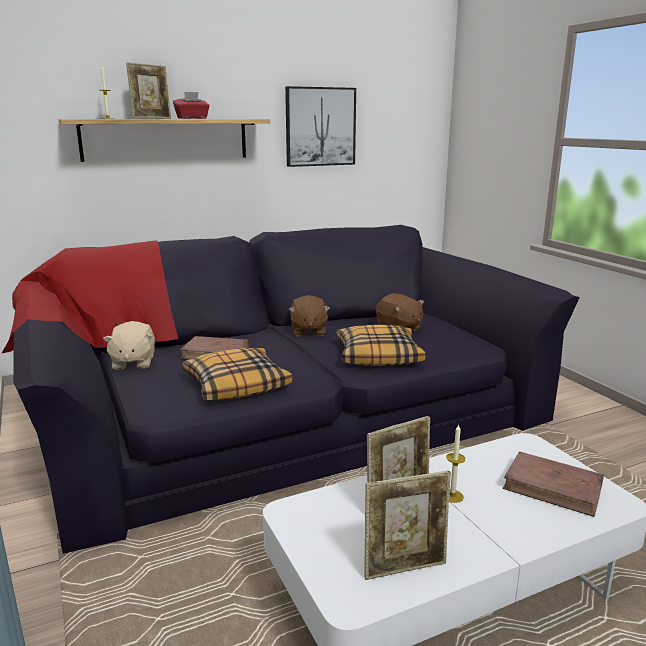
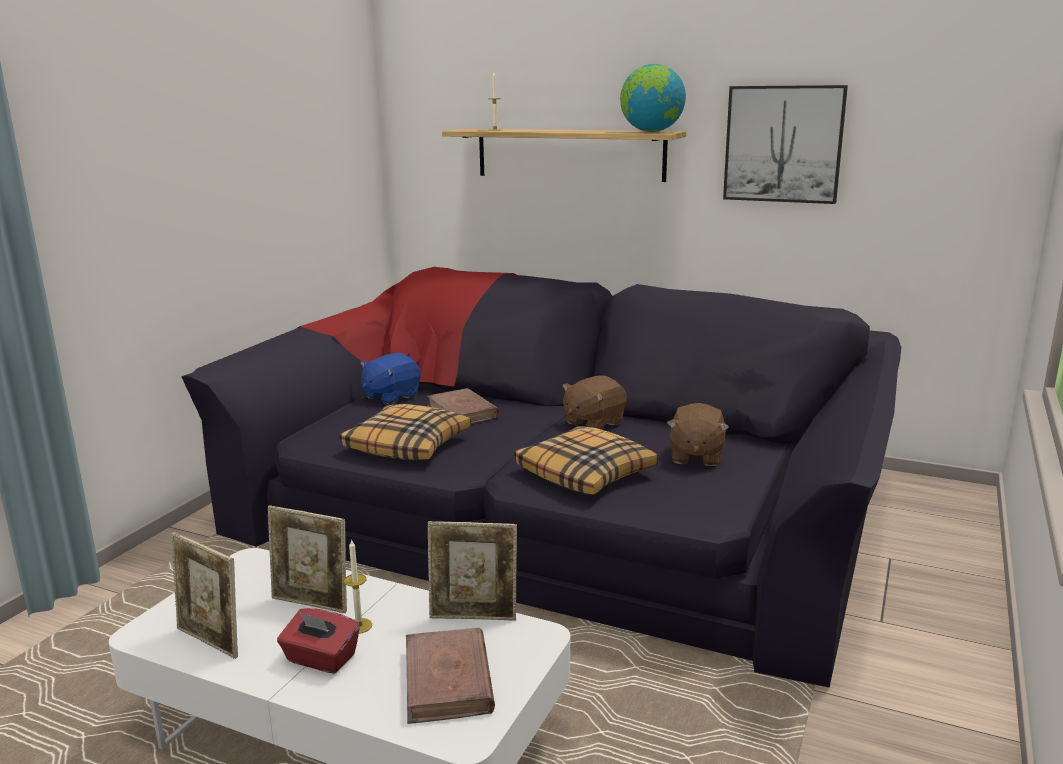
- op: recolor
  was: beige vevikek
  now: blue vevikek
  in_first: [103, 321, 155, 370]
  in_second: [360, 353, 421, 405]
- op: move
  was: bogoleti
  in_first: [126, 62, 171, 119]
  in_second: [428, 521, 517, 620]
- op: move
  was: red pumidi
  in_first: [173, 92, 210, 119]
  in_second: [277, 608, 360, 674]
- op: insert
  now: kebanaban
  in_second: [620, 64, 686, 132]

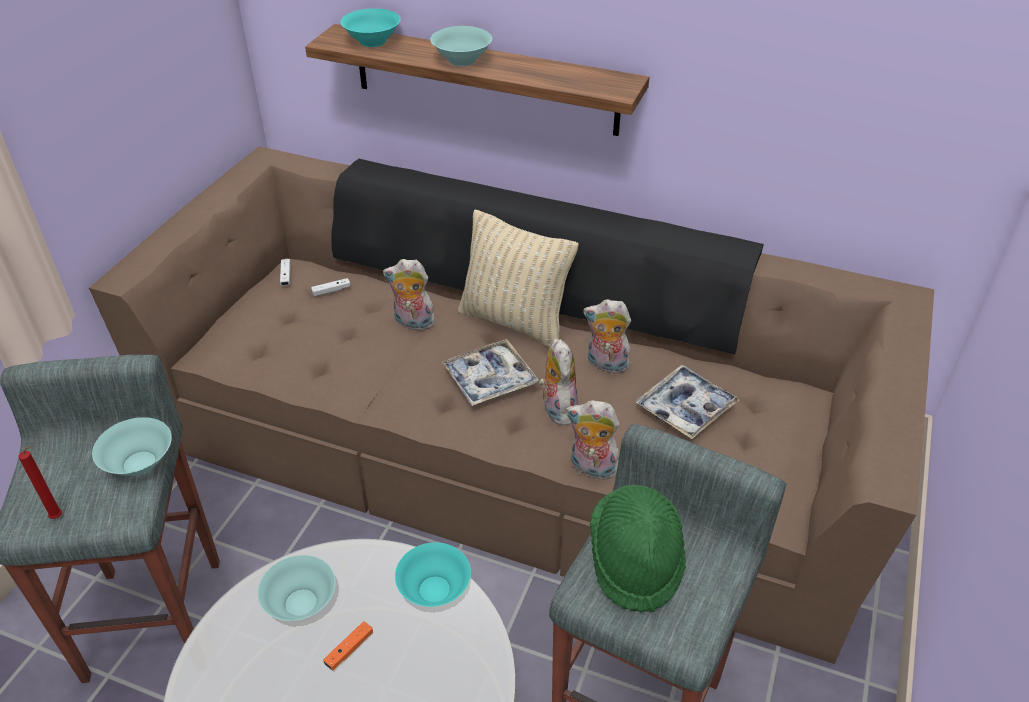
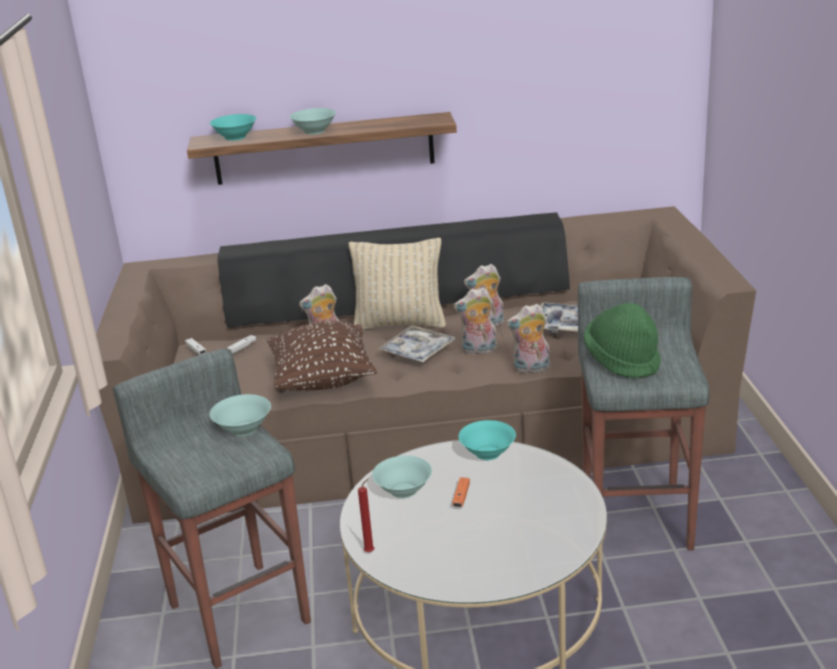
- op: move
  was: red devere
  in_first: [18, 445, 62, 519]
  in_second: [358, 478, 374, 552]
- op: rotate
  was: vevikek
  in_first: [539, 338, 578, 425]
  in_second: [454, 287, 497, 355]
  clockwise: -60
- op: insert
  now: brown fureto
  in_second: [267, 321, 377, 390]

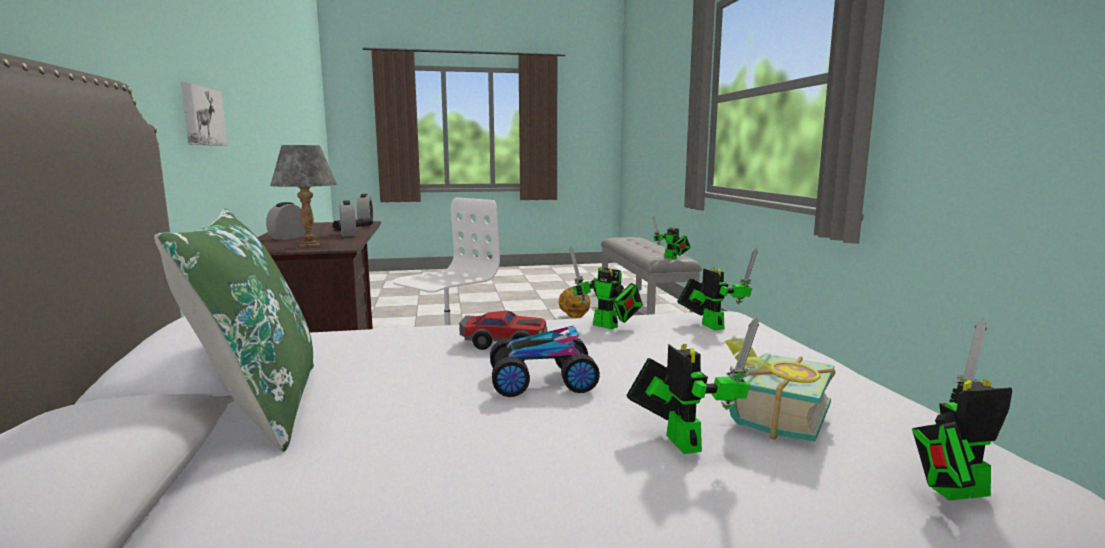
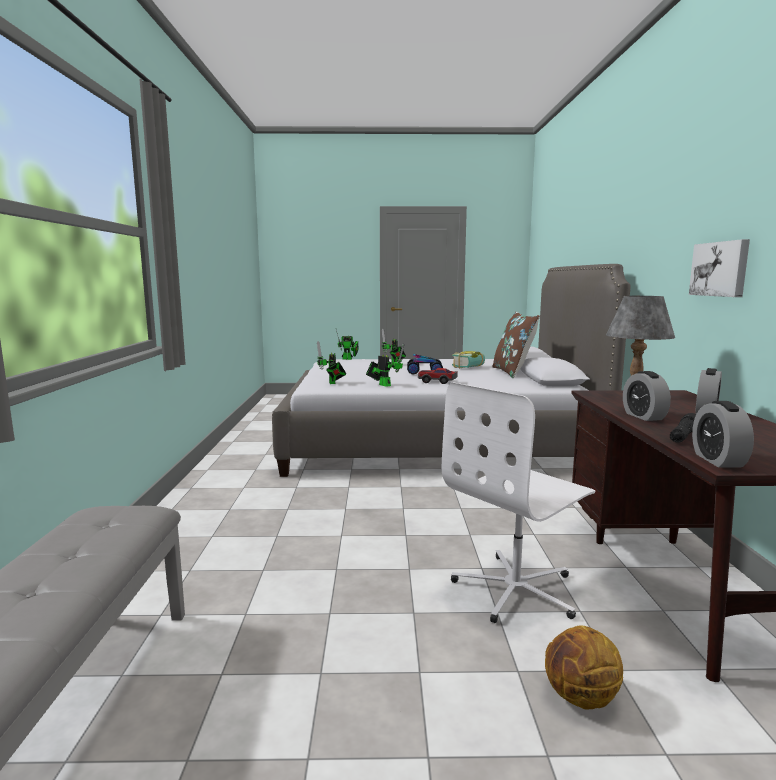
- op: recolor
  was: green fureto
  now: brown fureto
  in_first: [154, 209, 314, 452]
  in_second: [492, 311, 540, 378]
- op: move
  was: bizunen
  in_first: [559, 287, 590, 319]
  in_second: [545, 626, 623, 709]
- op: delete
  was: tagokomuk
  in_first: [653, 215, 691, 259]
- op: move
  was: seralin
  in_first: [724, 338, 836, 442]
  in_second: [452, 351, 485, 368]

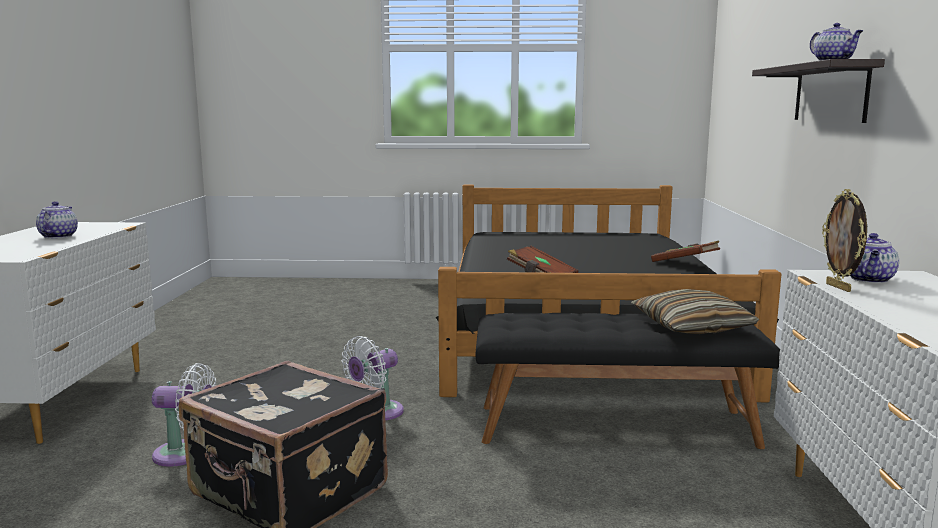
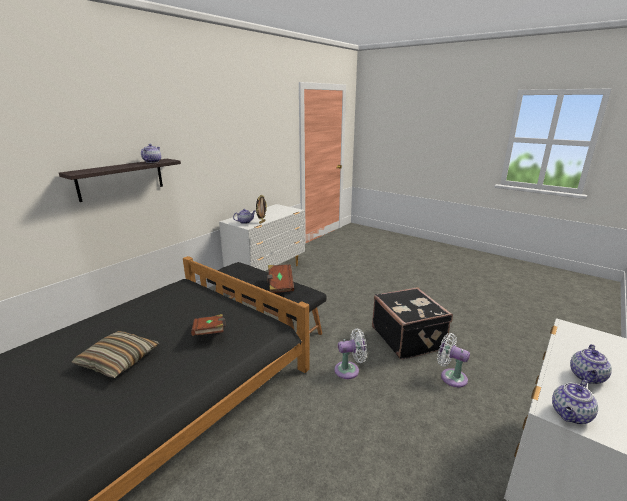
- op: move
  was: fureto
  in_first: [631, 289, 759, 334]
  in_second: [71, 331, 159, 378]
- op: move
  was: brown seralin
  in_first: [651, 241, 720, 262]
  in_second: [267, 264, 294, 293]
- op: insert
  now: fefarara
  in_second: [552, 379, 598, 424]

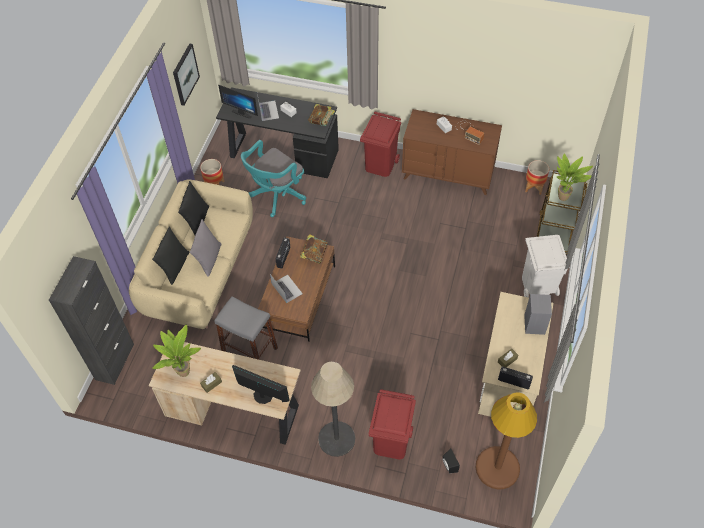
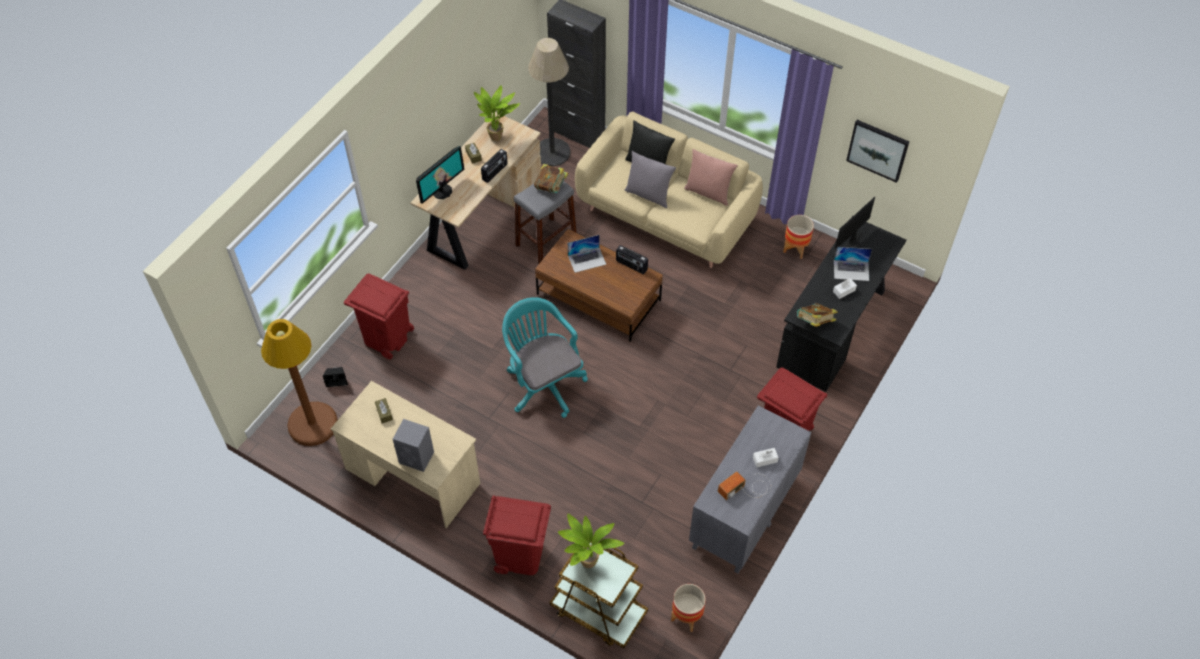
- op: recolor
  was: black fureto
  now: pink fureto
  in_first: [178, 181, 209, 235]
  in_second: [684, 149, 738, 206]
- op: move
  was: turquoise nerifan
  in_first: [241, 140, 306, 217]
  in_second: [502, 297, 588, 418]
- op: move
  was: seralin
  in_first: [300, 234, 328, 264]
  in_second: [534, 164, 568, 193]
- op: move
  was: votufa
  in_first: [311, 362, 355, 457]
  in_second: [528, 38, 571, 166]
- op: recolor
  was: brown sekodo
  now: grey sekodo
  in_first: [402, 109, 502, 195]
  in_second: [689, 405, 811, 573]
- op: move
  was: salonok
  in_first: [498, 367, 533, 389]
  in_second: [481, 149, 508, 183]
- op: recolor
  was: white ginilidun
  now: red ginilidun
  in_first: [522, 235, 570, 298]
  in_second: [483, 495, 551, 575]

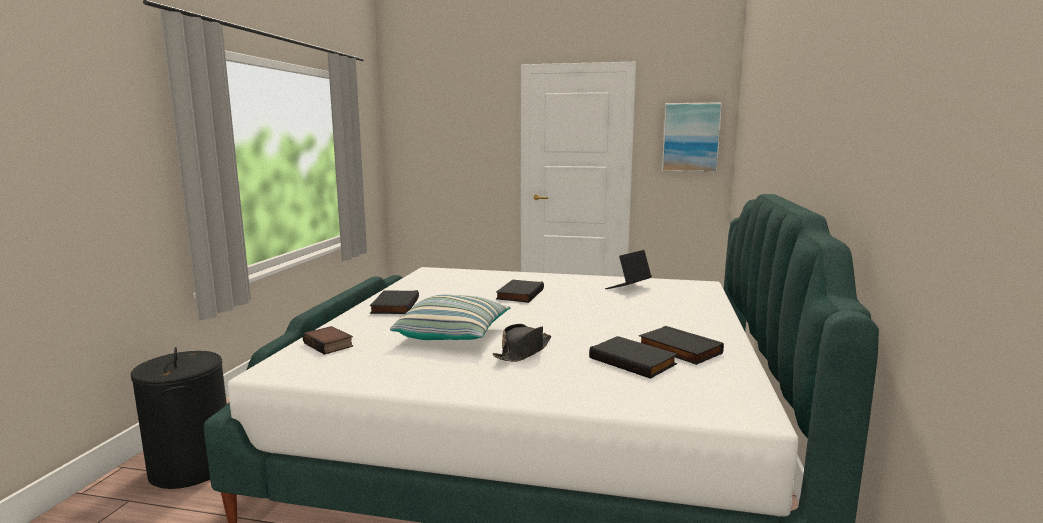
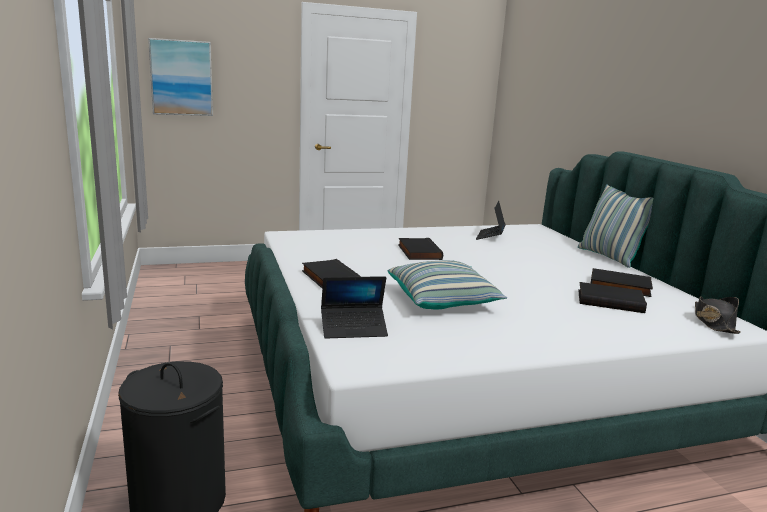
- op: replace
  was: seralin
  now: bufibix
  in_first: [303, 326, 353, 355]
  in_second: [321, 276, 388, 339]
- op: move
  was: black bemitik
  in_first: [493, 324, 551, 362]
  in_second: [695, 296, 741, 334]
- op: move
  was: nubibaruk
  in_first: [662, 102, 722, 172]
  in_second: [148, 38, 213, 116]
- op: insert
  now: fureto
  in_second: [578, 184, 653, 268]

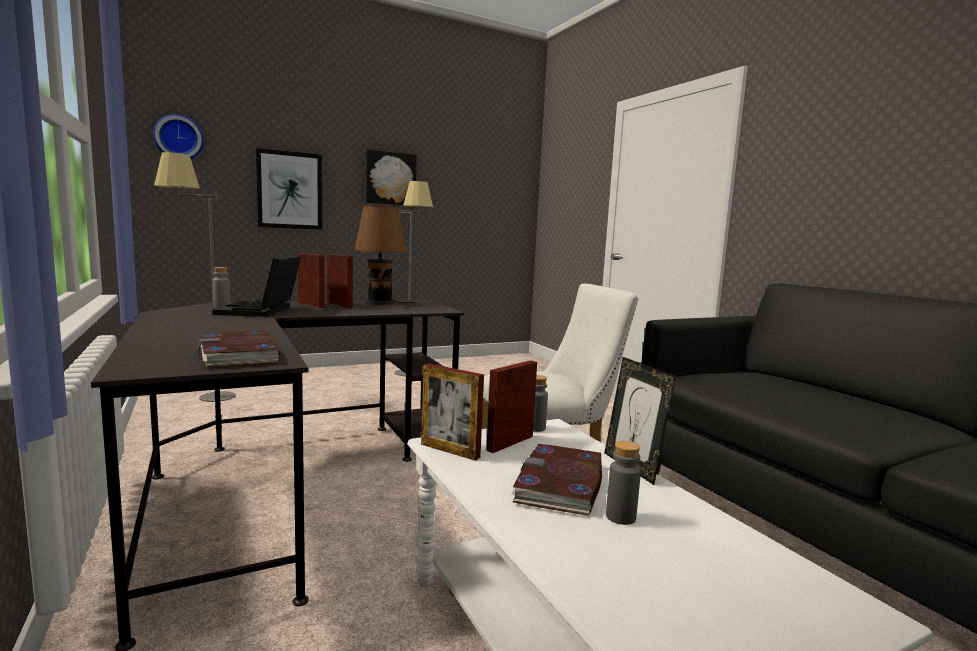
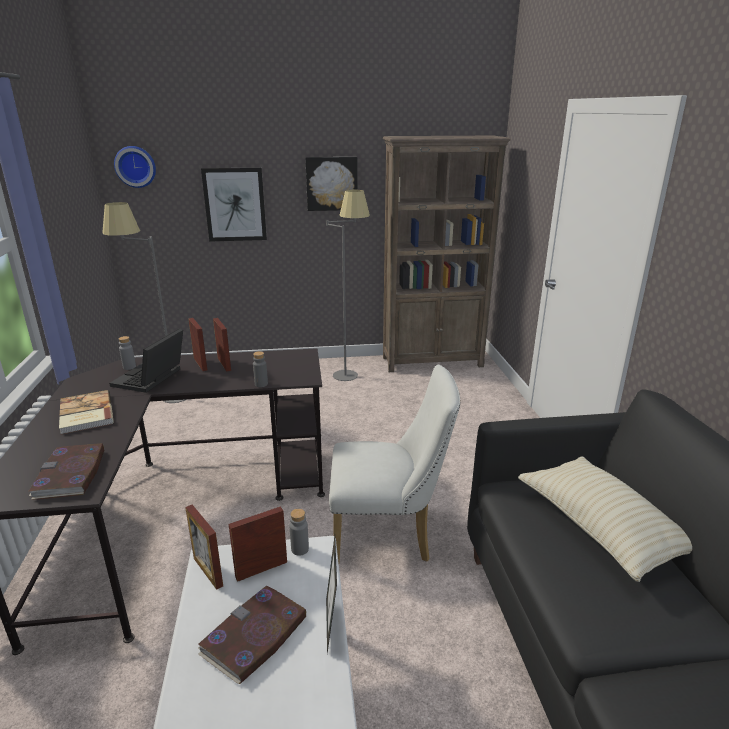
- op: delete
  was: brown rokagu
  in_first: [354, 205, 421, 309]
- op: move
  was: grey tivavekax
  in_first: [606, 441, 641, 525]
  in_second: [253, 351, 268, 387]
- op: insert
  now: seralin
  in_second: [59, 390, 114, 434]
- op: insert
  now: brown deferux
  in_second: [383, 136, 511, 372]
- op: insert
  now: beige fureto
  in_second: [518, 457, 692, 582]

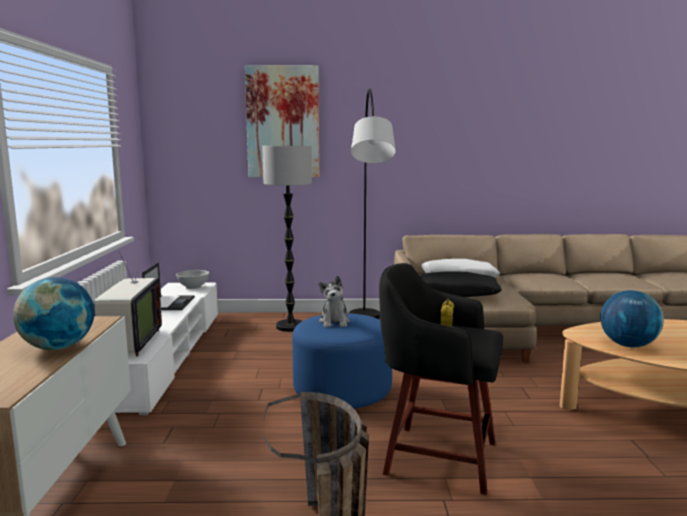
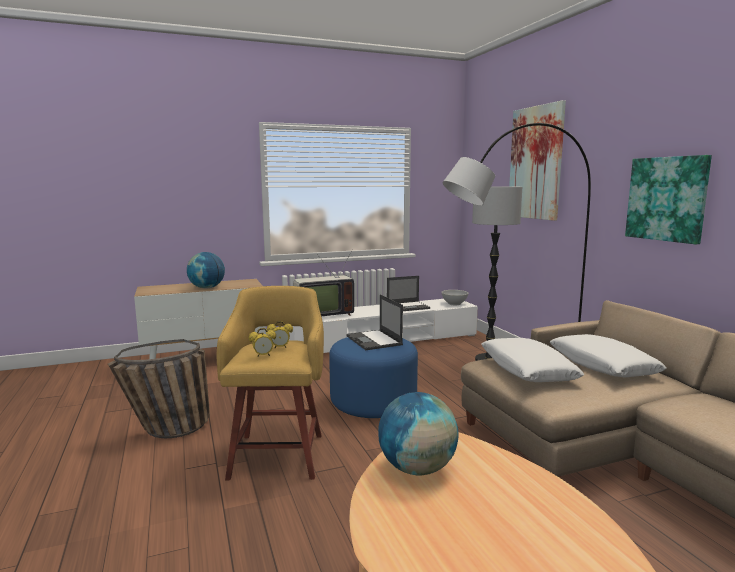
- op: replace
  was: vevikek
  now: bufibix
  in_first: [319, 275, 350, 328]
  in_second: [346, 295, 403, 350]
- op: recolor
  was: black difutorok
  now: yellow difutorok
  in_first: [379, 263, 503, 495]
  in_second: [217, 286, 324, 480]
- op: recolor
  was: black fureto
  now: white fureto
  in_first: [420, 271, 502, 297]
  in_second: [481, 338, 584, 382]
- op: insert
  now: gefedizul
  in_second: [248, 328, 276, 357]
- op: insert
  now: nubibaruk
  in_second: [625, 155, 712, 244]

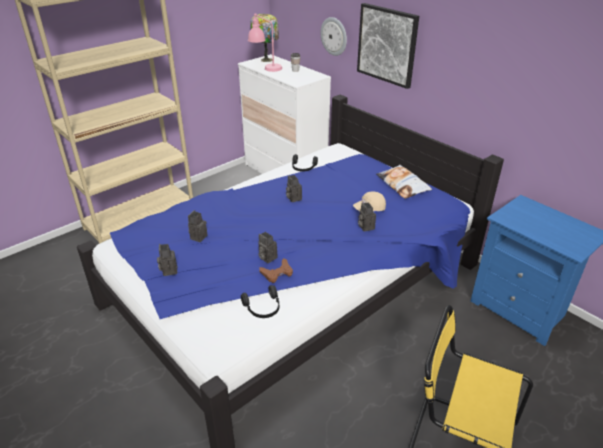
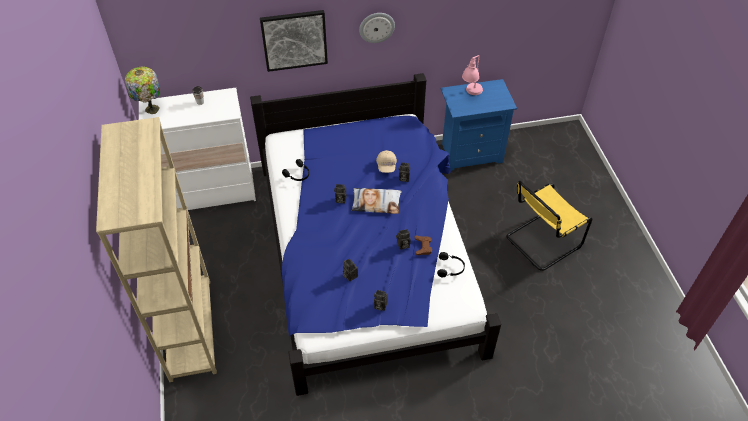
- op: move
  was: pink rokagu
  in_first: [248, 13, 282, 72]
  in_second: [462, 55, 483, 95]
- op: move
  was: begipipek
  in_first: [321, 17, 347, 56]
  in_second: [359, 13, 395, 43]
- op: move
  was: fureto
  in_first: [376, 165, 432, 199]
  in_second: [352, 188, 402, 214]

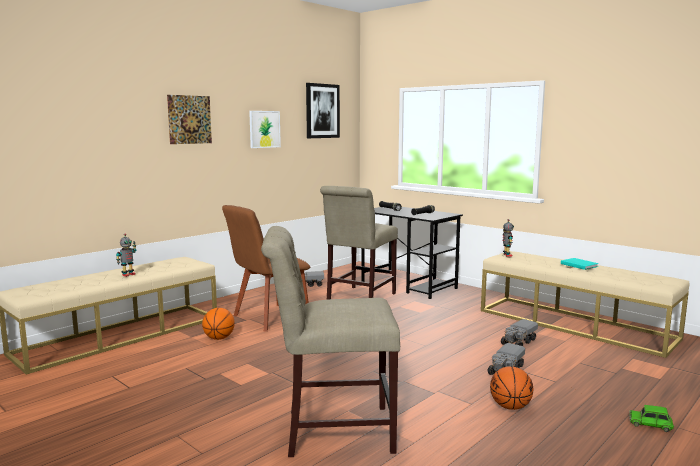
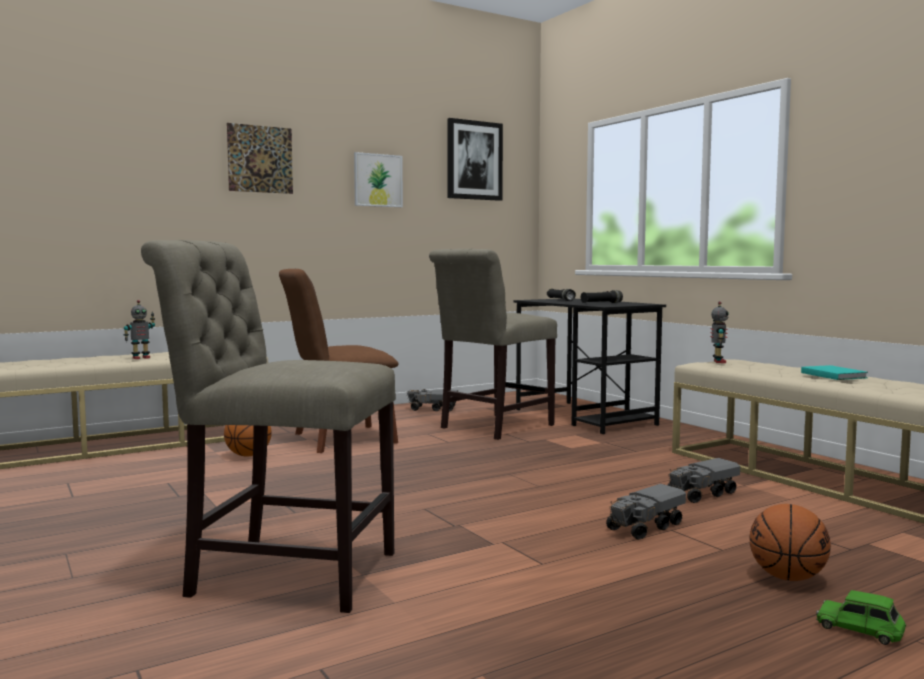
- op: move
  was: bizunen
  in_first: [490, 366, 533, 410]
  in_second: [749, 504, 831, 581]

